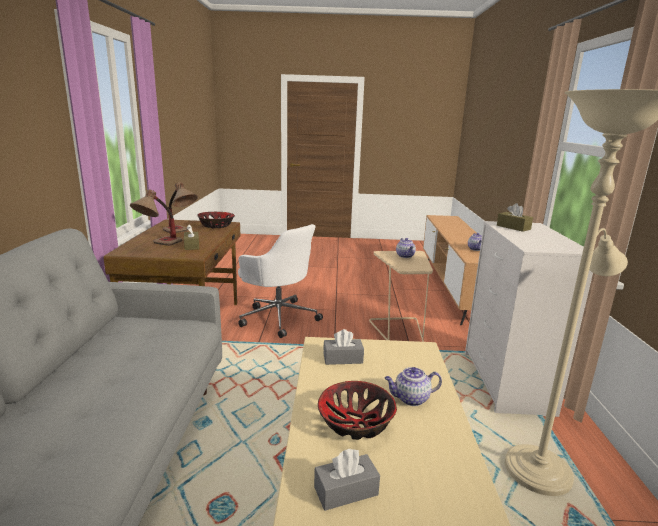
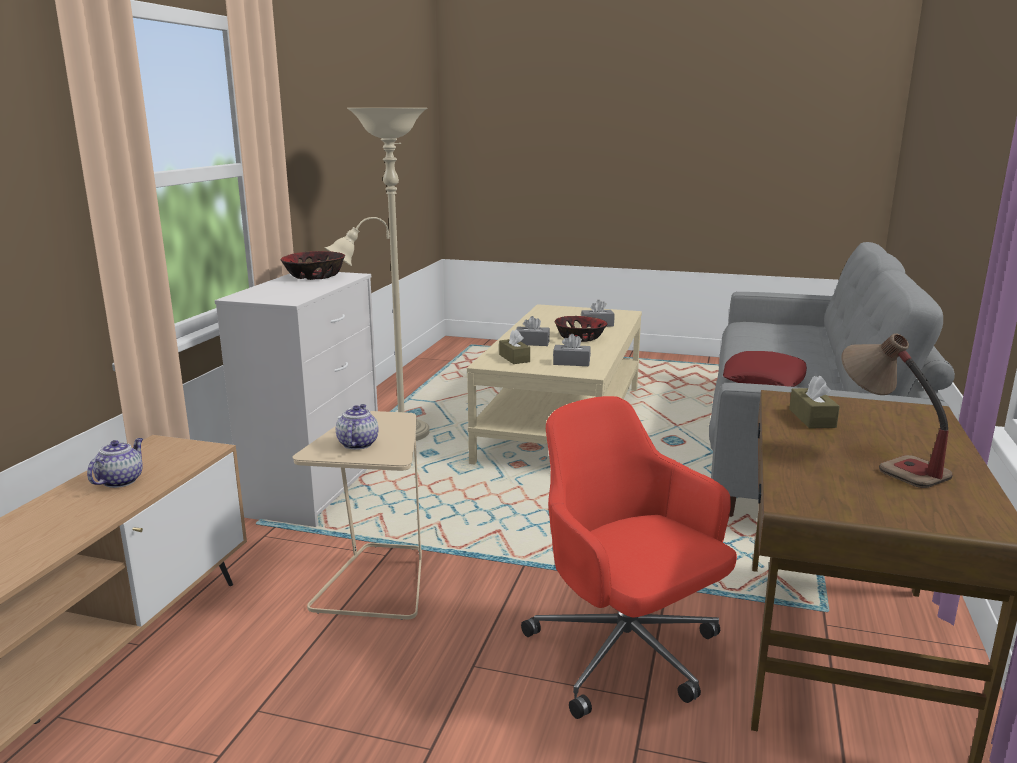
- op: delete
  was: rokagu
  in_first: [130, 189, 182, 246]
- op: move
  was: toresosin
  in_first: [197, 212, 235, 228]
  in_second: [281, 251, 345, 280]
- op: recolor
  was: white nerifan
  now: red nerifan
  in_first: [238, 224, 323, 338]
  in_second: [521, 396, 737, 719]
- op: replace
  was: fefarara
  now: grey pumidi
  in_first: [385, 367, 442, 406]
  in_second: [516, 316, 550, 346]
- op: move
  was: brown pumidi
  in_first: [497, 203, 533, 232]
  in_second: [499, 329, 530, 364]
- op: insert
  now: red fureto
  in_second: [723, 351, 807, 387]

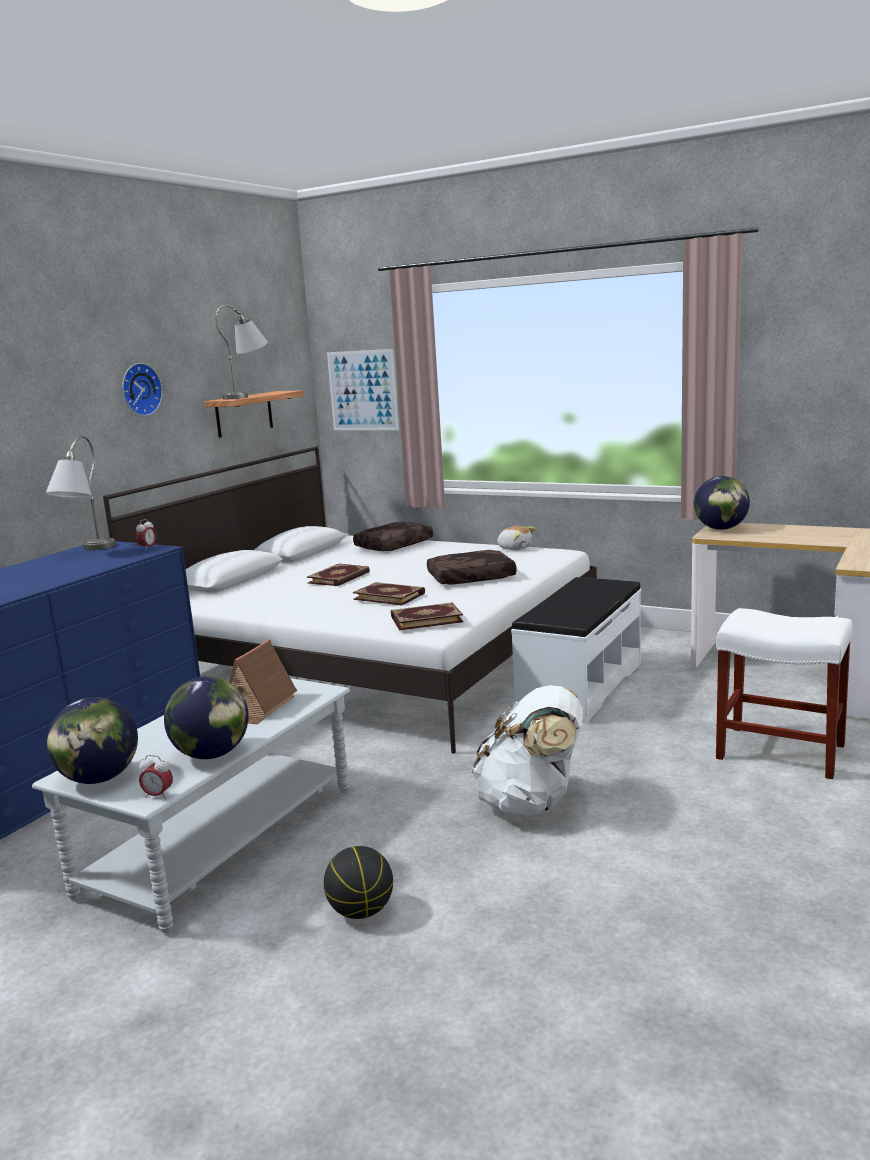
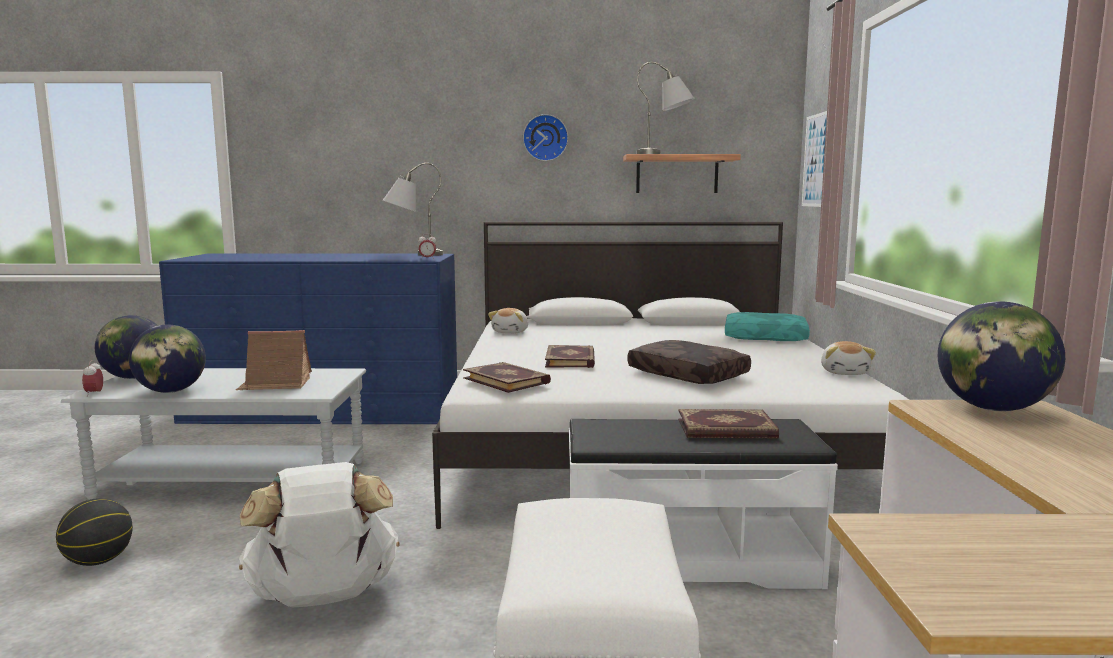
- op: move
  was: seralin
  in_first: [307, 563, 370, 586]
  in_second: [678, 409, 779, 438]
- op: recolor
  was: brown fureto
  now: turquoise fureto
  in_first: [353, 522, 433, 551]
  in_second: [725, 312, 810, 341]
- op: insert
  now: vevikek
  in_second: [488, 308, 528, 334]

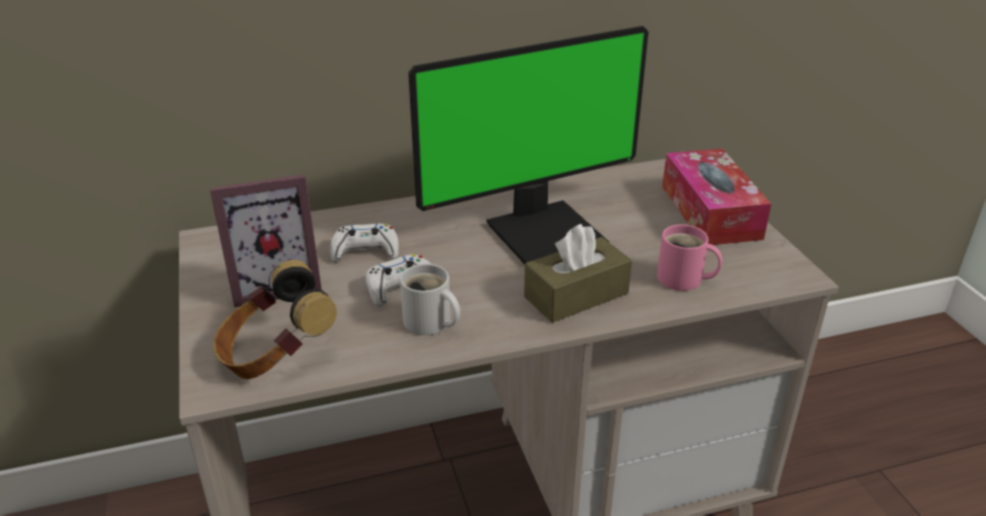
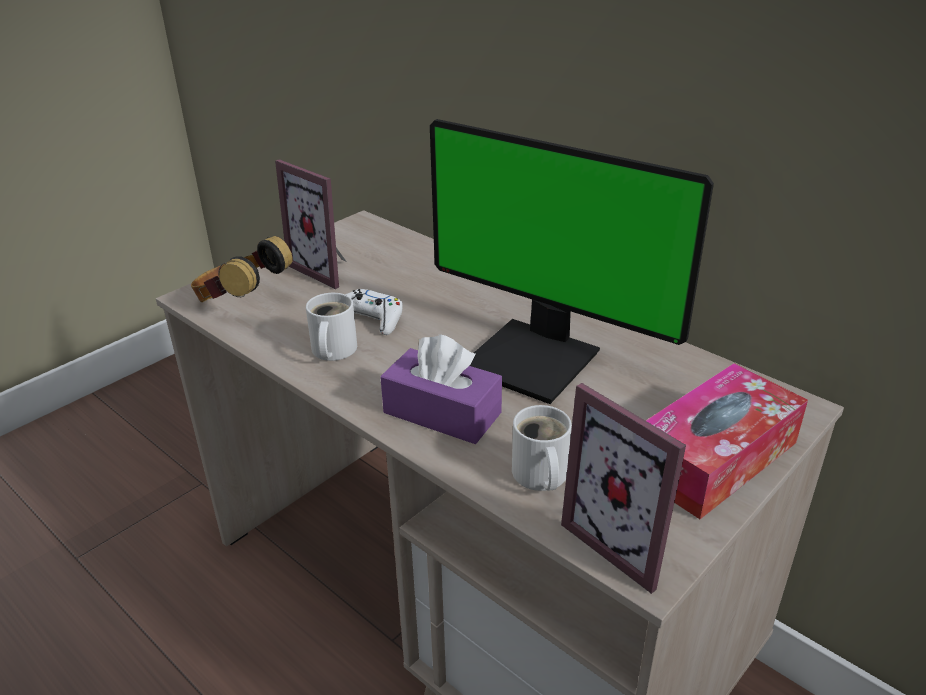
- op: delete
  was: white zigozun
  in_first: [330, 224, 399, 263]
- op: recolor
  was: brown pumidi
  now: purple pumidi
  in_first: [524, 224, 632, 323]
  in_second: [380, 334, 502, 444]
- op: recolor
  was: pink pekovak
  now: white pekovak
  in_first: [657, 224, 722, 291]
  in_second: [512, 405, 572, 491]
- op: insert
  now: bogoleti
  in_second: [561, 383, 686, 594]

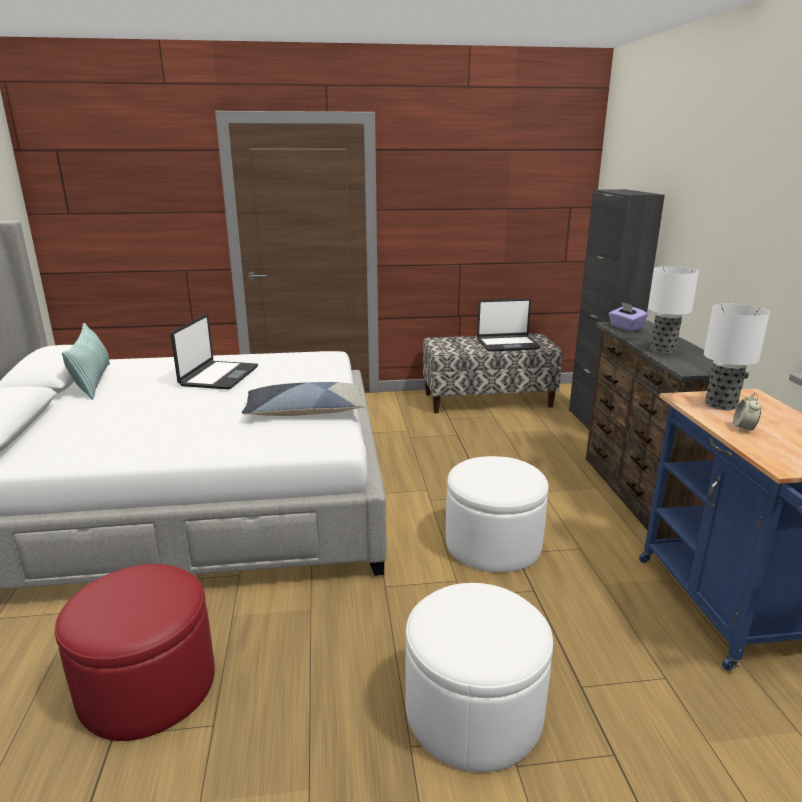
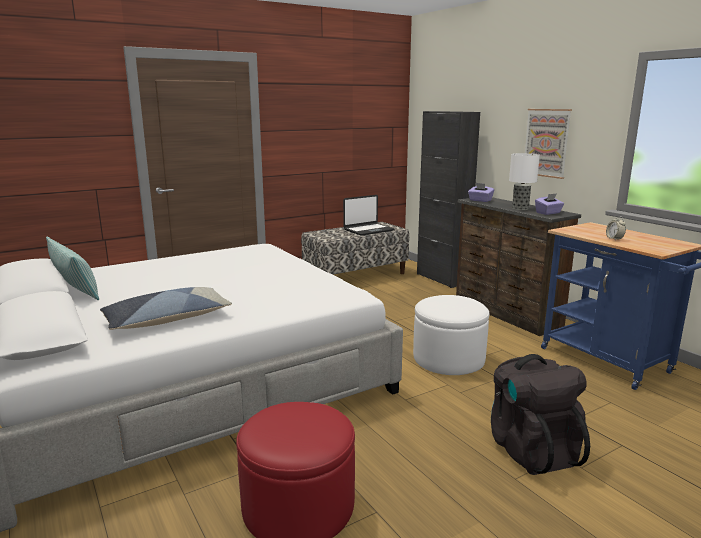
- op: delete
  was: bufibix
  in_first: [171, 314, 258, 390]
- op: move
  was: fureto
  in_first: [242, 382, 366, 416]
  in_second: [100, 287, 232, 330]
- op: replace
  was: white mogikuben
  now: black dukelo
  in_first: [405, 583, 553, 772]
  in_second: [491, 354, 590, 475]
- op: delete
  was: rokagu
  in_first: [704, 304, 770, 410]
- op: insert
  now: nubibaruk
  in_second: [525, 109, 572, 179]
- op: insert
  now: purple pumidi
  in_second: [535, 193, 564, 215]

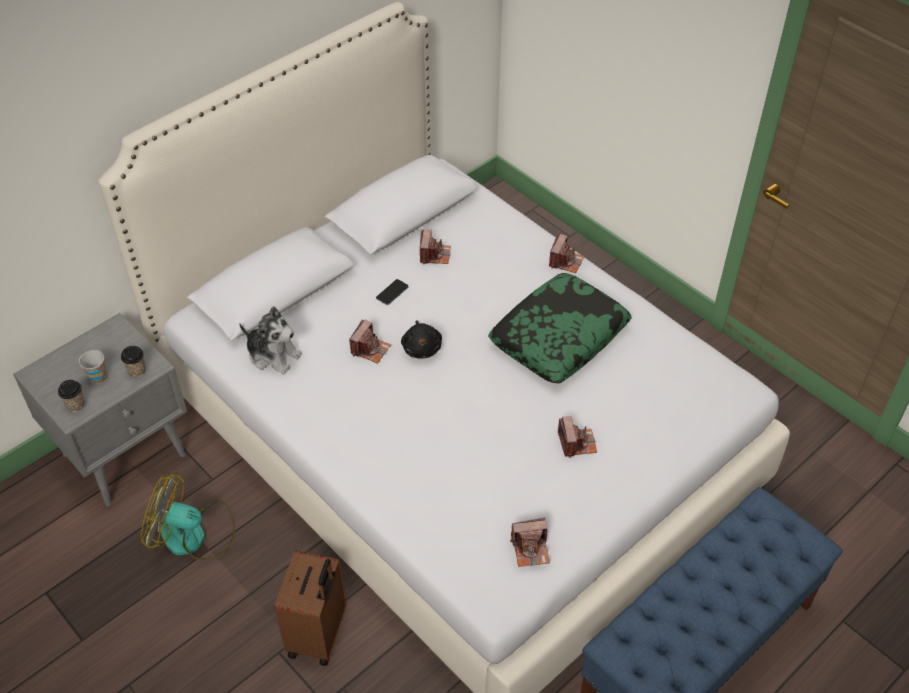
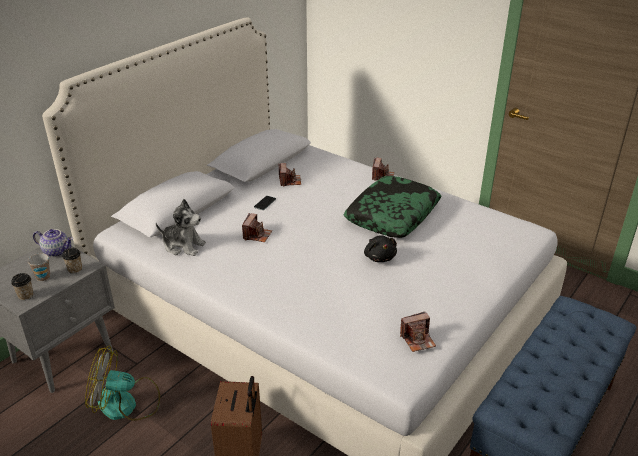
- op: move
  was: black vevikek
  in_first: [401, 320, 442, 358]
  in_second: [364, 235, 397, 262]
- op: delete
  was: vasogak
  in_first: [558, 416, 597, 458]
- op: insert
  now: fefarara
  in_second: [33, 229, 73, 257]

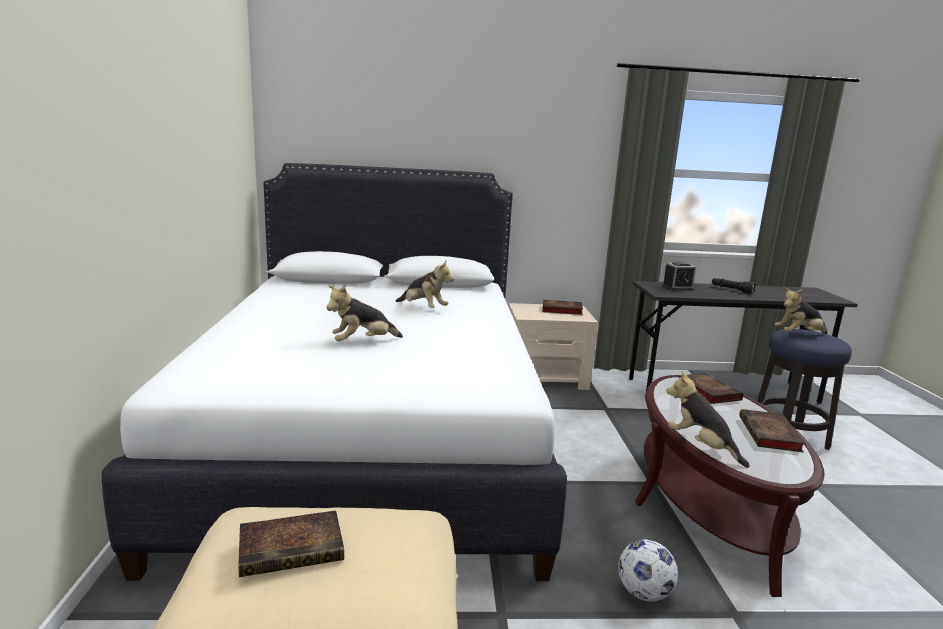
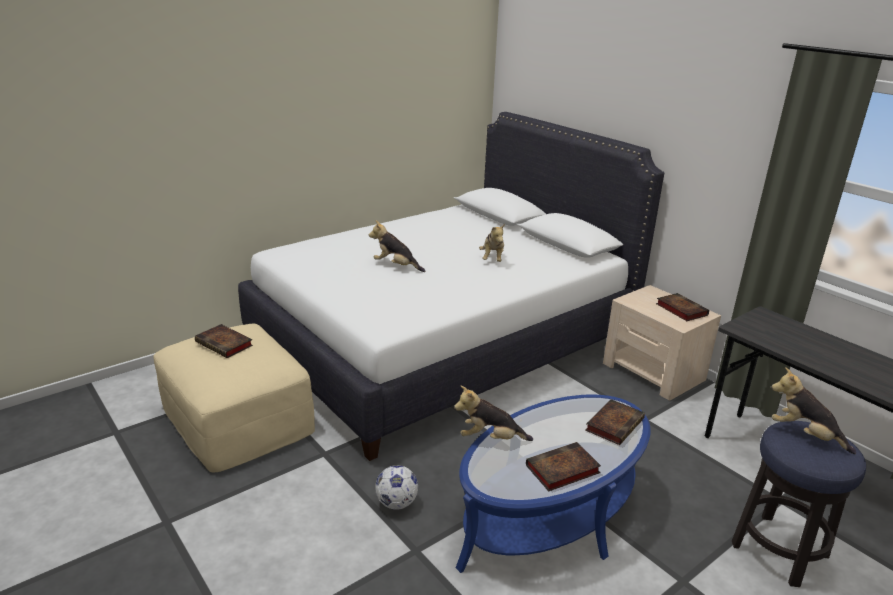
- op: recolor
  was: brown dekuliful
  now: blue dekuliful
  in_first: [635, 375, 824, 597]
  in_second: [456, 394, 651, 573]
- op: delete
  was: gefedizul
  in_first: [662, 261, 696, 291]
- op: rotate
  was: vevikek
  in_first: [666, 371, 750, 468]
  in_second: [454, 386, 533, 441]
  clockwise: -105
- op: delete
  was: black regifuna
  in_first: [712, 278, 756, 294]

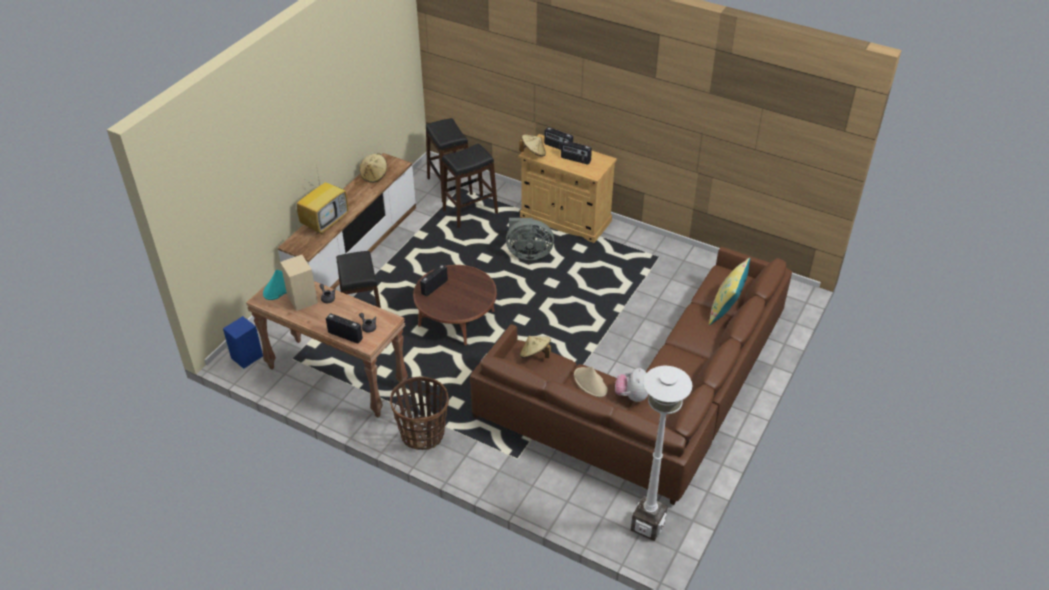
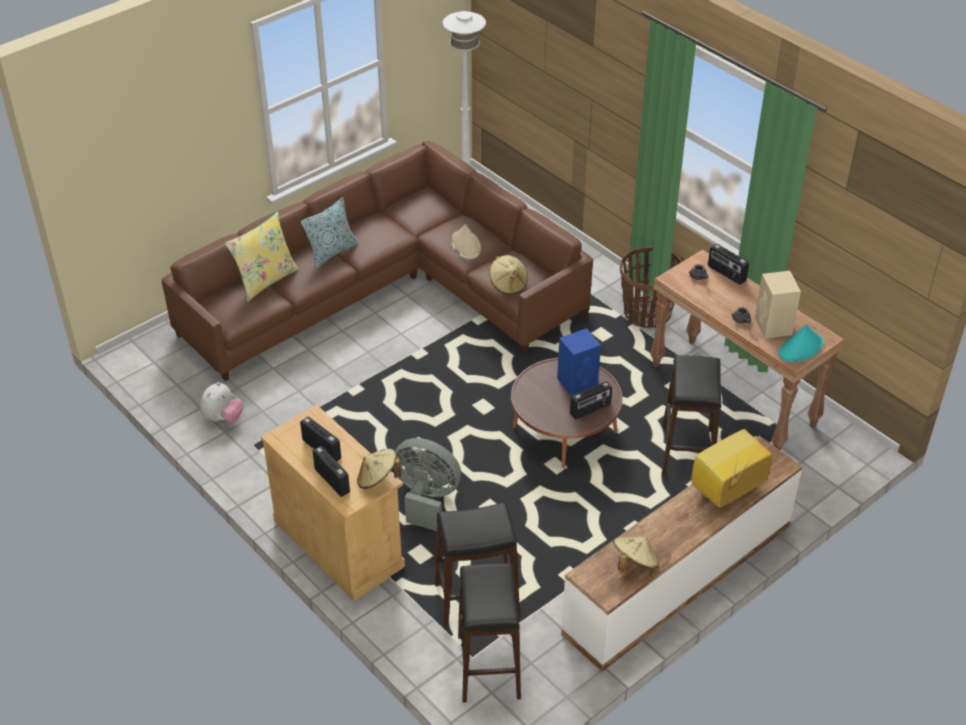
- op: move
  was: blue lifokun
  in_first: [223, 316, 263, 369]
  in_second: [557, 328, 601, 396]
- op: move
  was: vevikek
  in_first: [615, 367, 648, 402]
  in_second: [200, 382, 244, 423]
- op: insert
  now: fureto
  in_second: [301, 197, 358, 268]

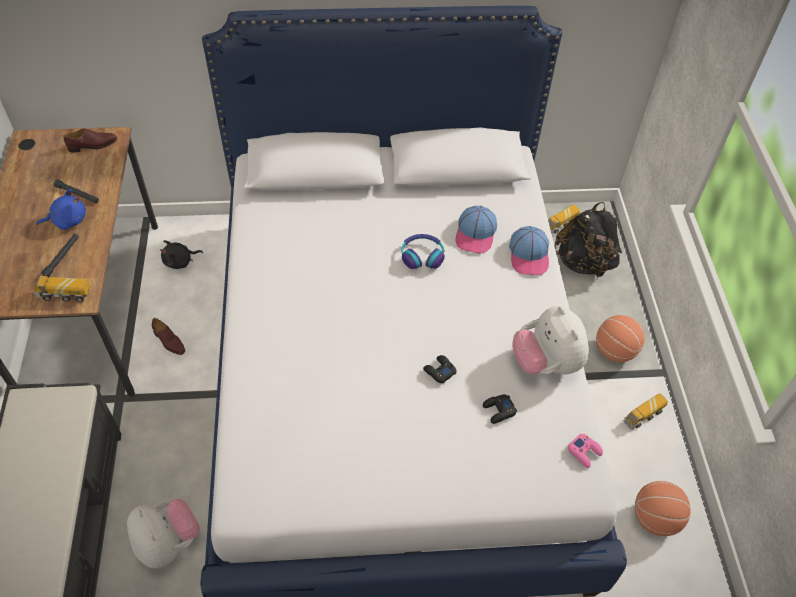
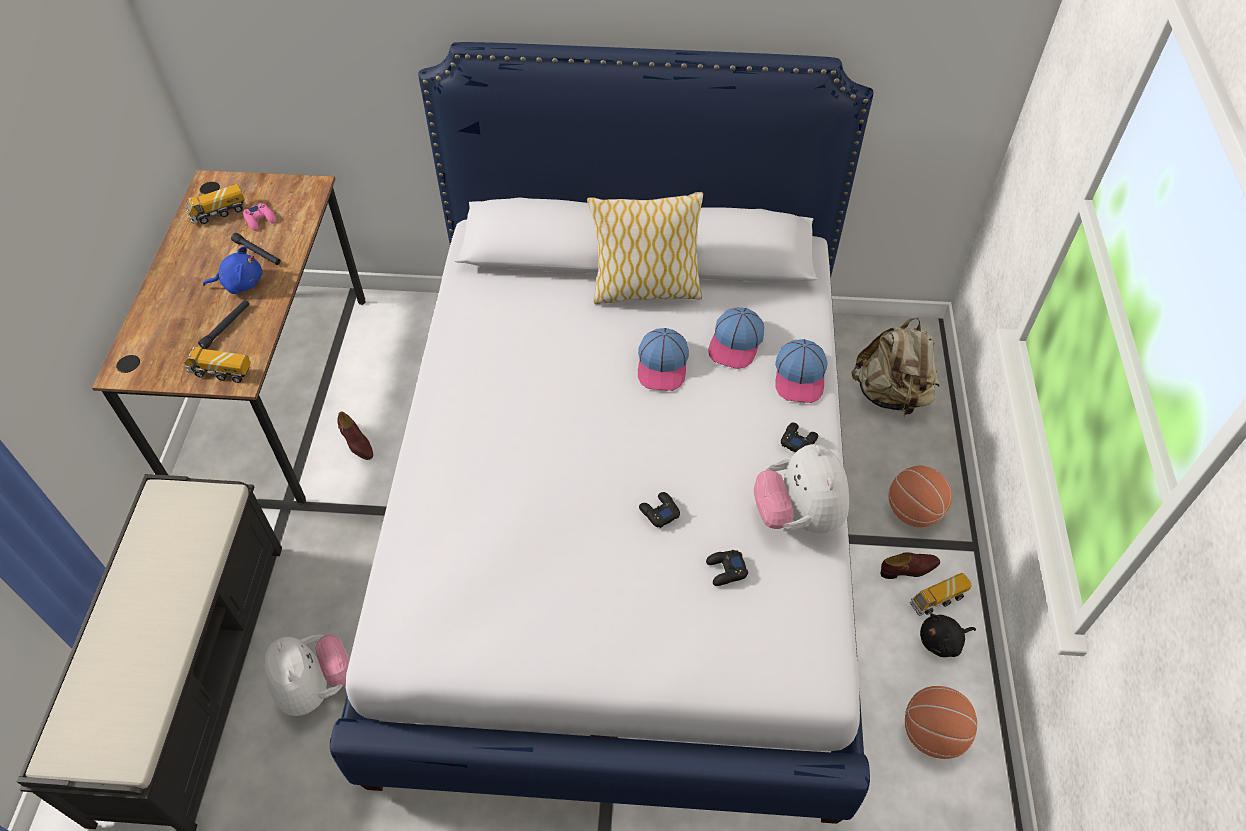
- op: move
  was: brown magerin
  in_first: [64, 128, 117, 153]
  in_second: [880, 552, 940, 579]
- op: move
  was: black vevikek
  in_first: [160, 240, 203, 269]
  in_second: [920, 613, 976, 657]
- op: replace
  was: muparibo
  now: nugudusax
  in_first: [401, 234, 445, 269]
  in_second: [638, 328, 689, 391]
- op: move
  was: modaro
  in_first: [548, 204, 580, 234]
  in_second: [186, 184, 245, 224]
- op: recolor
  was: black dukelo
  now: beige dukelo
  in_first: [554, 202, 622, 278]
  in_second: [851, 318, 940, 417]
- op: move
  was: pink zigozun
  in_first: [568, 433, 603, 468]
  in_second: [243, 203, 276, 231]
- op: insert
  now: fureto
  in_second: [587, 192, 703, 304]
- op: insert
  now: black zigozun
  in_second: [781, 423, 818, 452]

